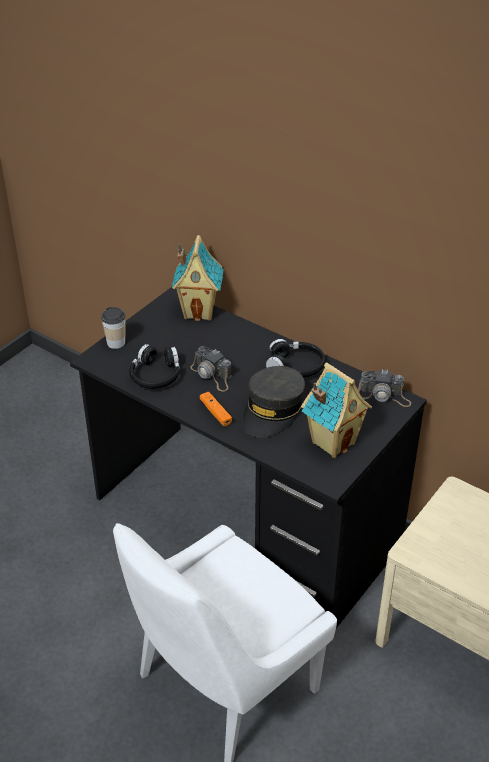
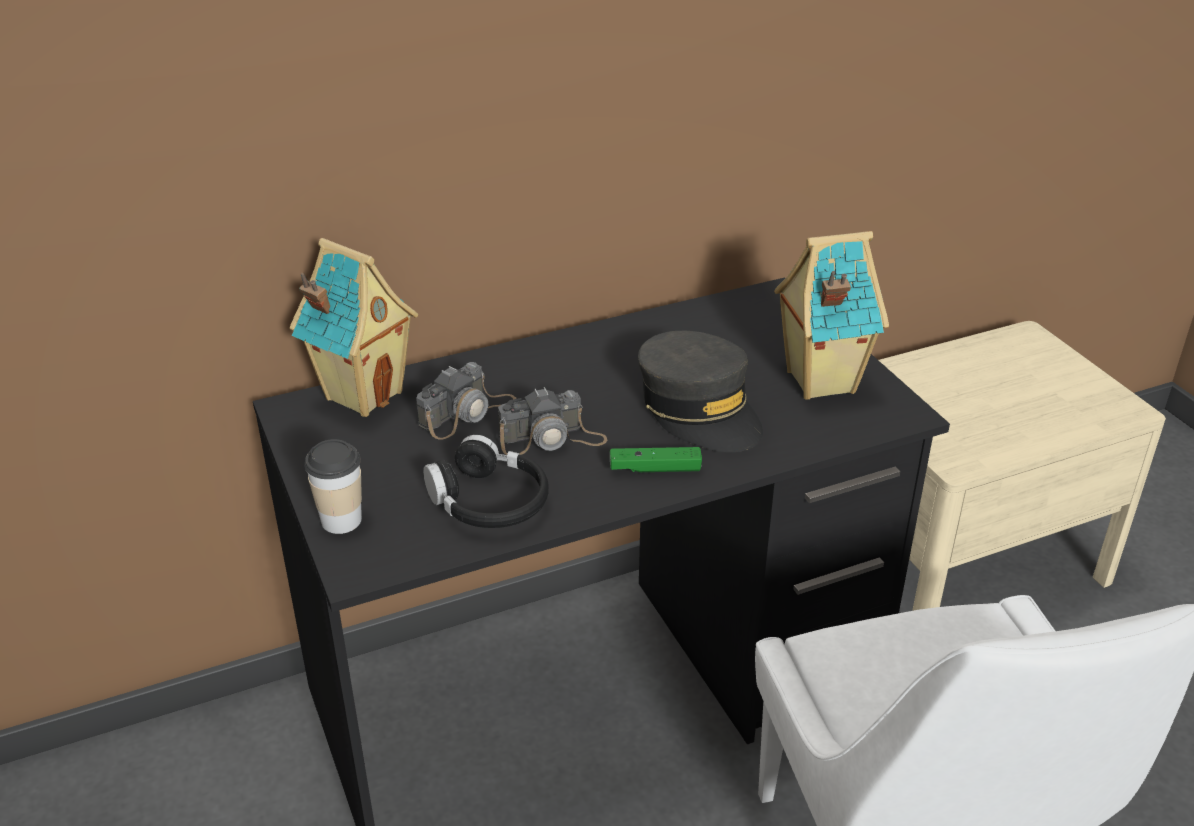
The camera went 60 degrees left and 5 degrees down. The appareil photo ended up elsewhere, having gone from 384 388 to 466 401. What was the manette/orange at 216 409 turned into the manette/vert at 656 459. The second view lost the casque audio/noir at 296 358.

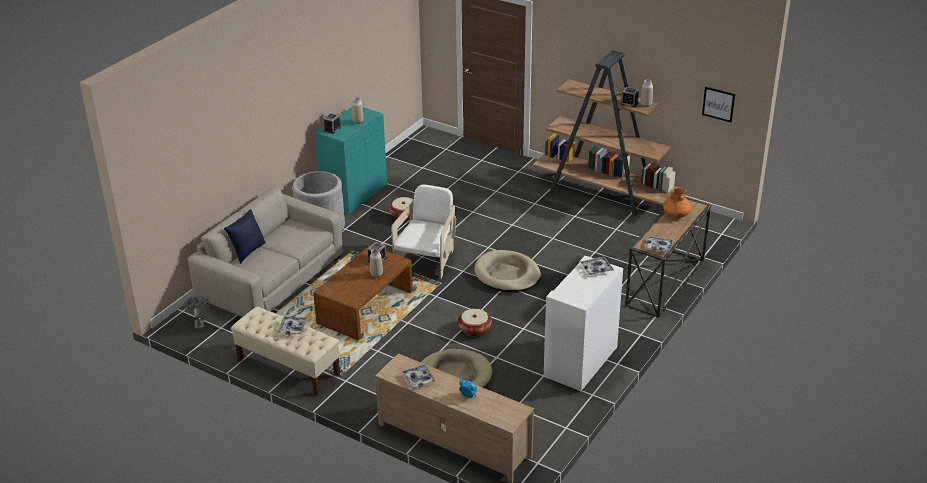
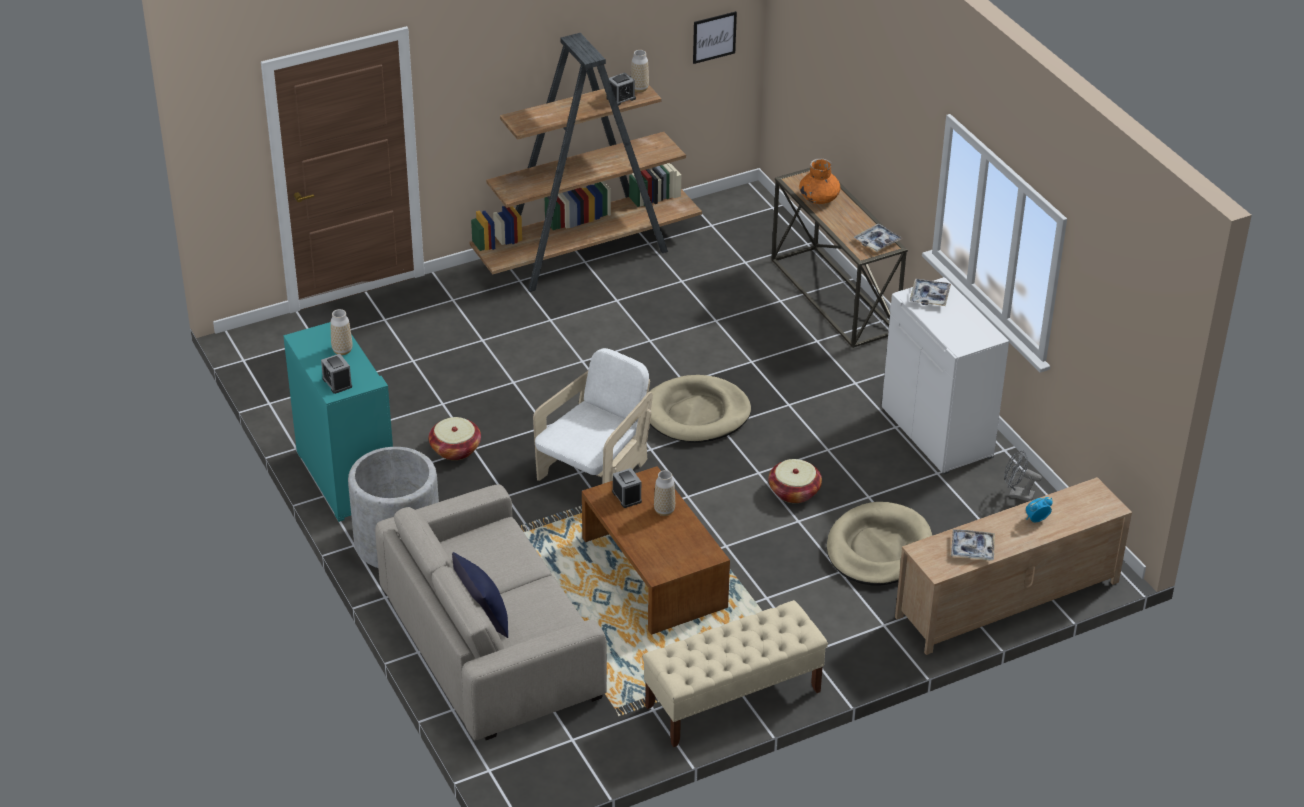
The camera went 60 degrees left and 5 degrees up. The fauteuil/blanc at 423 232 ended up facing another way, 75 degrees clockwise from before. The ventilateur/gris ended up elsewhere, having gone from 197 313 to 1023 475. The second view lost the plateau at 292 325.

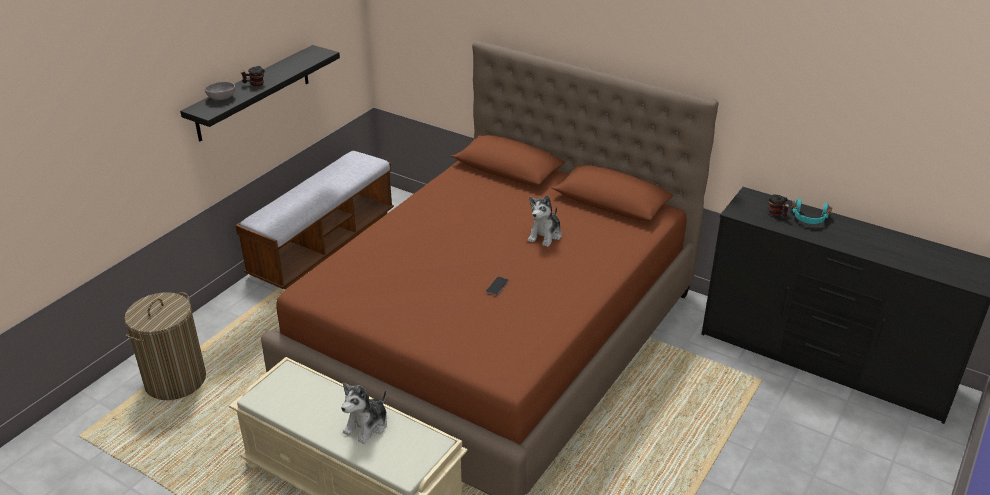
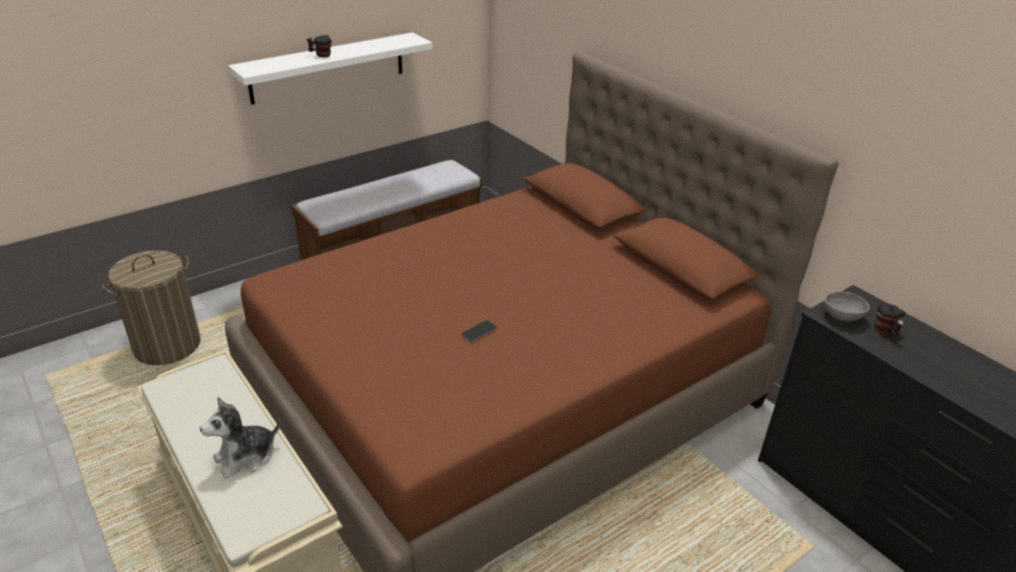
The camera went 20 degrees right and 0 degrees up. What was the étagère/noir at 260 93 turned into the étagère/blanc at 330 68. The bol/gris ended up elsewhere, having gone from 219 91 to 847 306. The second view lost the peluche at 545 221. The second view lost the casque audio/turquoise at 811 211.

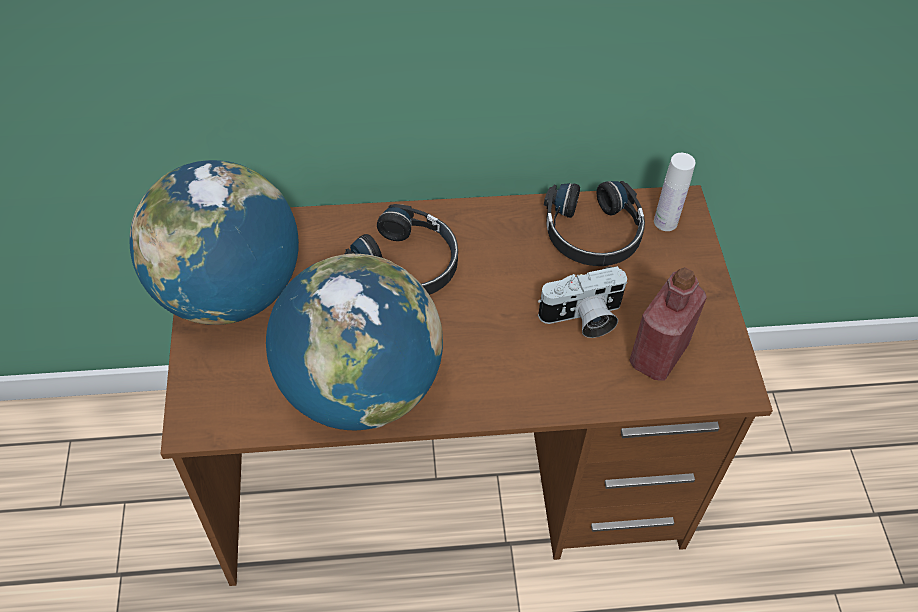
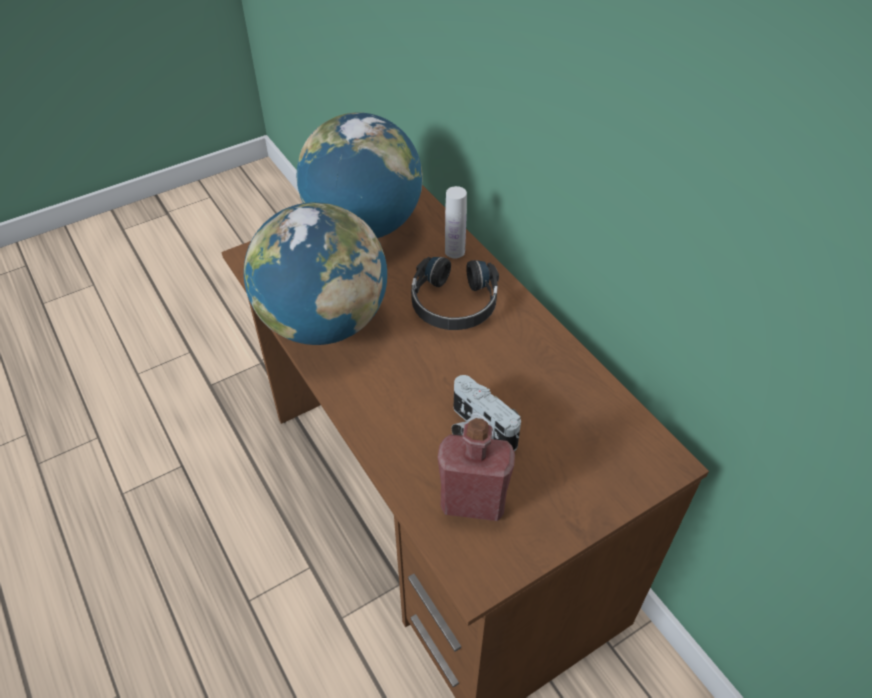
The camera went 65 degrees right and 5 degrees down. The bouteille/blanc ended up elsewhere, having gone from 675 192 to 456 222. The second view lost the casque audio/noir at 594 223.

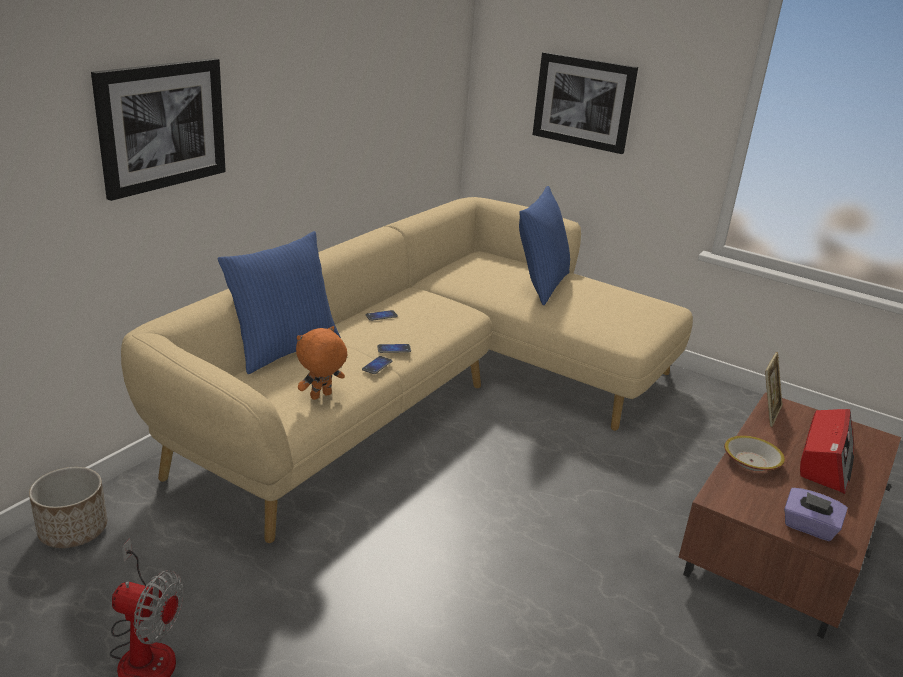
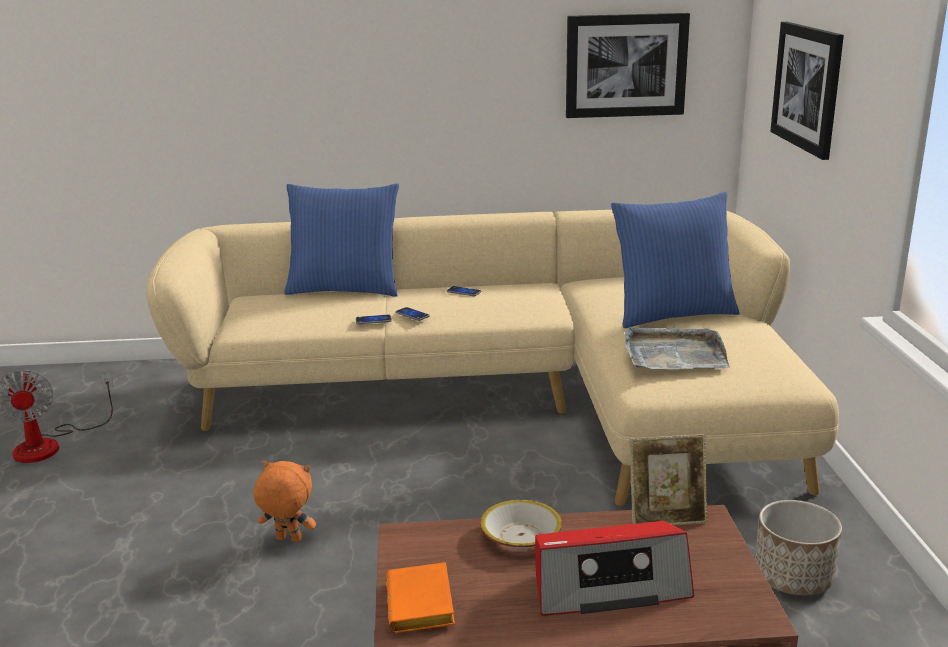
The camera went 55 degrees right and 5 degrees down. The peluche/orange ended up elsewhere, having gone from 321 363 to 284 501. Where the boîte à mouchoirs/violet stood at 816 514, the livre/orange came to stand at 420 597. The tableau ended up elsewhere, having gone from 158 129 to 628 65. The second view gained the plateau/gris at 677 348. The cache-pot ended up elsewhere, having gone from 68 507 to 798 547.

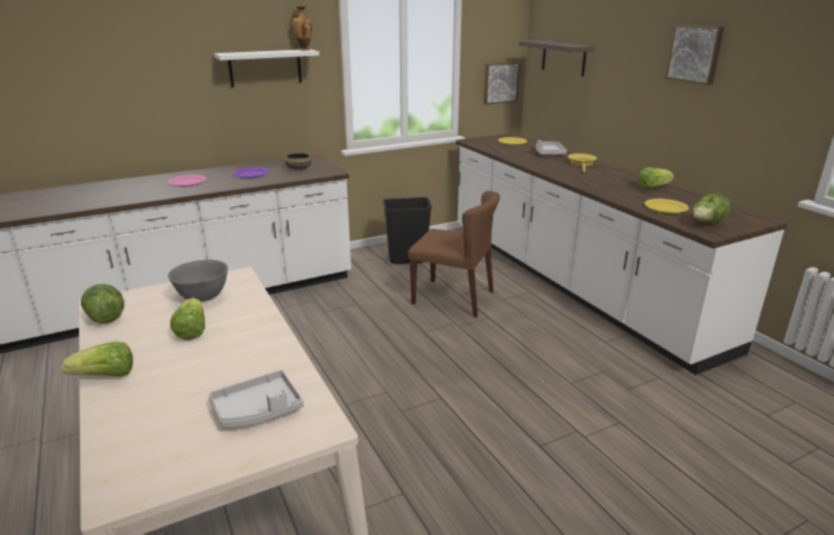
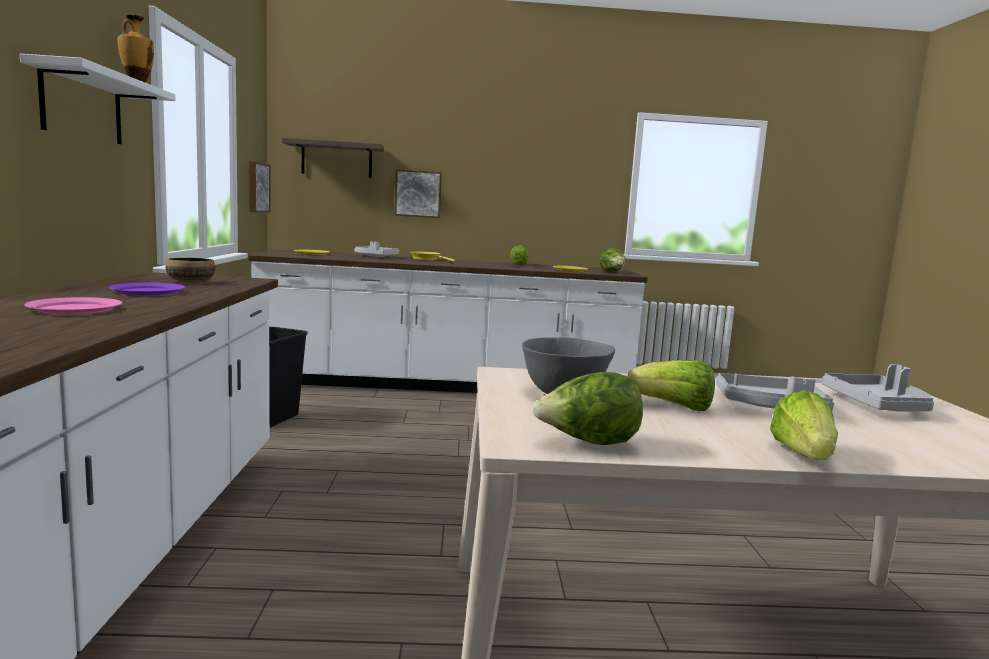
The camera went 65 degrees left and 15 degrees down. The tableau ended up elsewhere, having gone from 694 54 to 418 193. The second view gained the plateau/gris at 775 392. The second view lost the chaise/marron at 454 254.

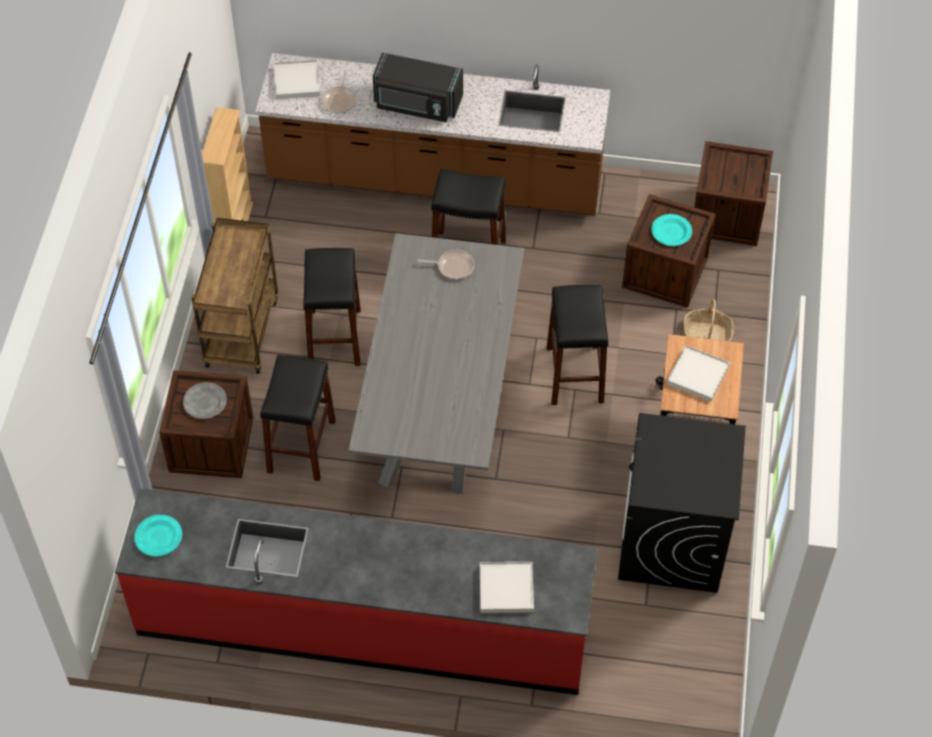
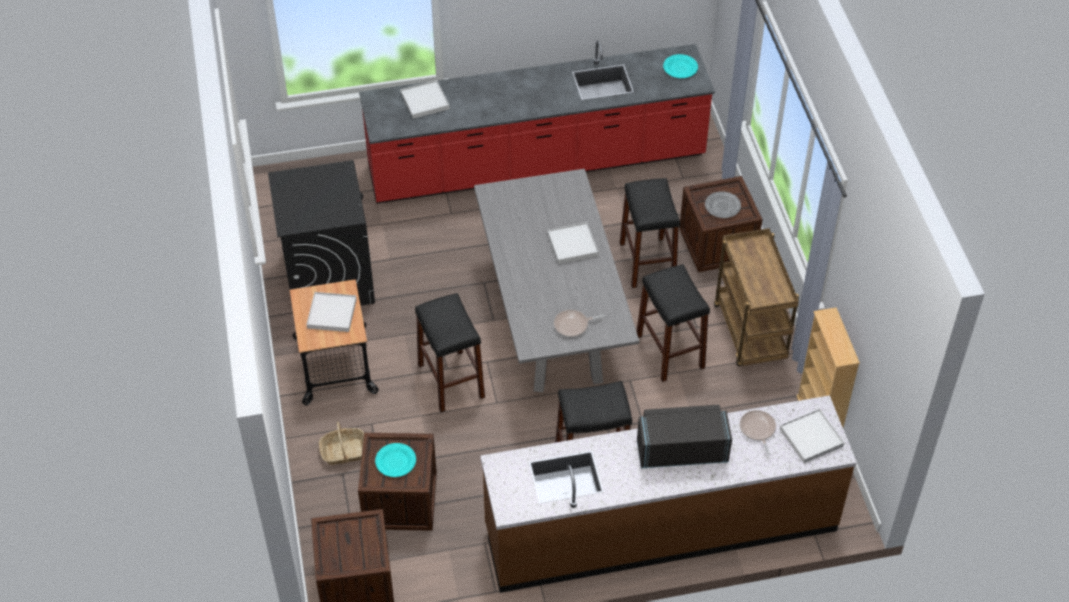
The camera went 160 degrees right and 5 degrees down. The second view gained the plateau/blanc at 573 243.

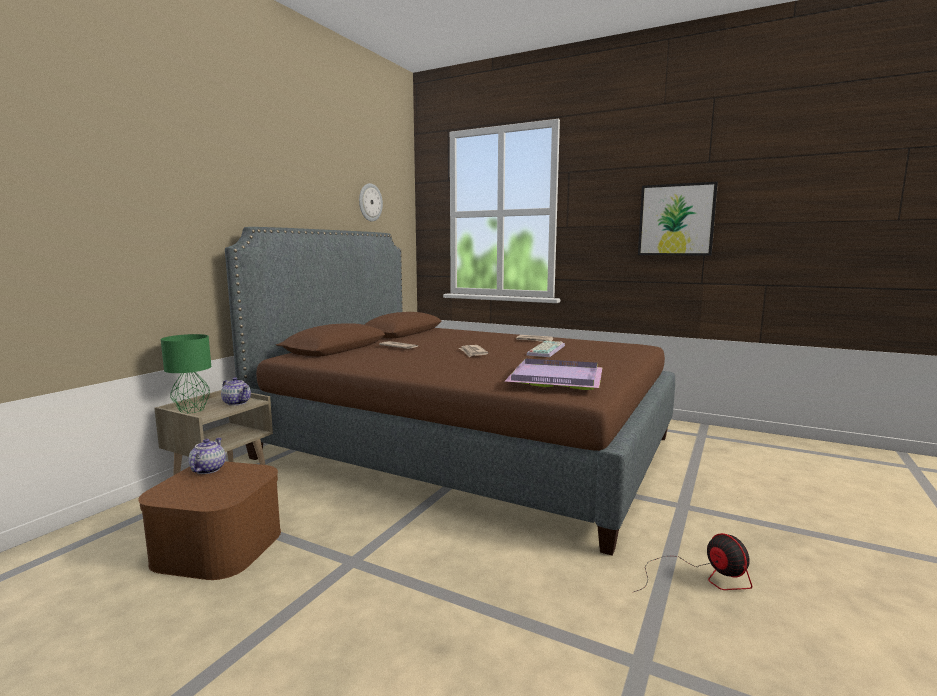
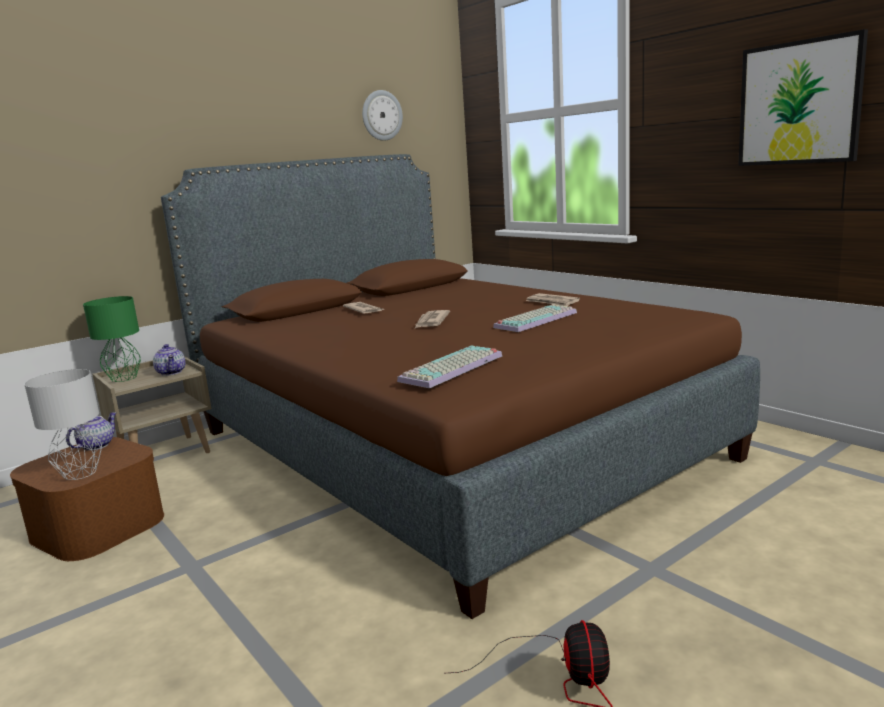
The camera went 25 degrees right and 5 degrees up. The second view gained the lampe de table/gris at 63 424. Where the plateau/violet stood at 554 374, the clavier came to stand at 449 366.

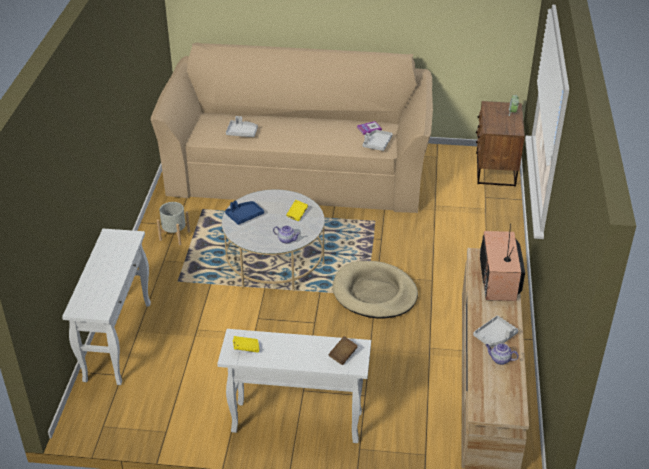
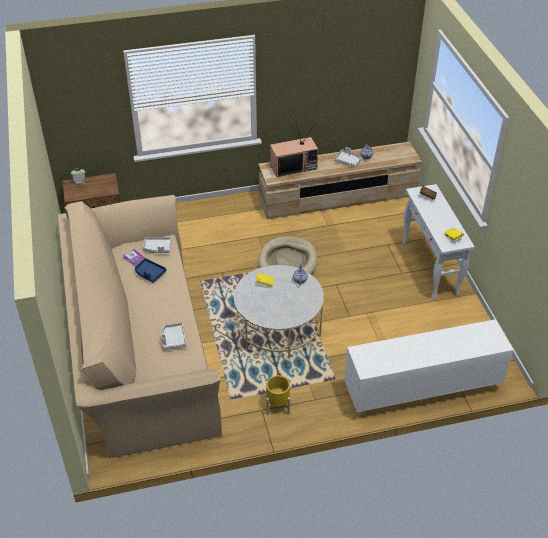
The camera went 110 degrees left and 5 degrees up. The plateau/bleu ended up elsewhere, having gone from 244 213 to 151 270. What was the cache-pot/gris at 173 223 turned into the cache-pot/jaune at 278 395. Where the table console/blanc stood at 106 307, the meuble de rangement/blanc came to stand at 428 368.

